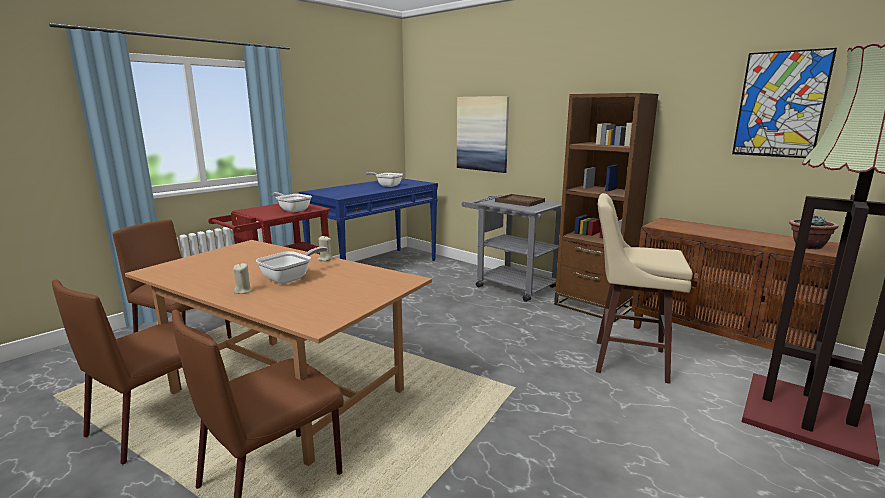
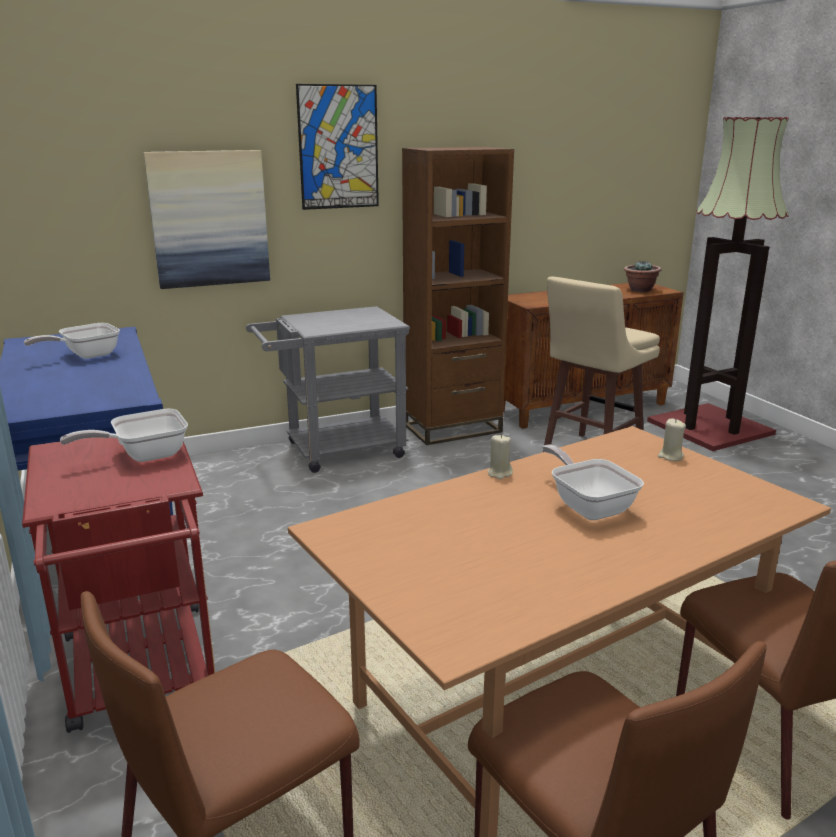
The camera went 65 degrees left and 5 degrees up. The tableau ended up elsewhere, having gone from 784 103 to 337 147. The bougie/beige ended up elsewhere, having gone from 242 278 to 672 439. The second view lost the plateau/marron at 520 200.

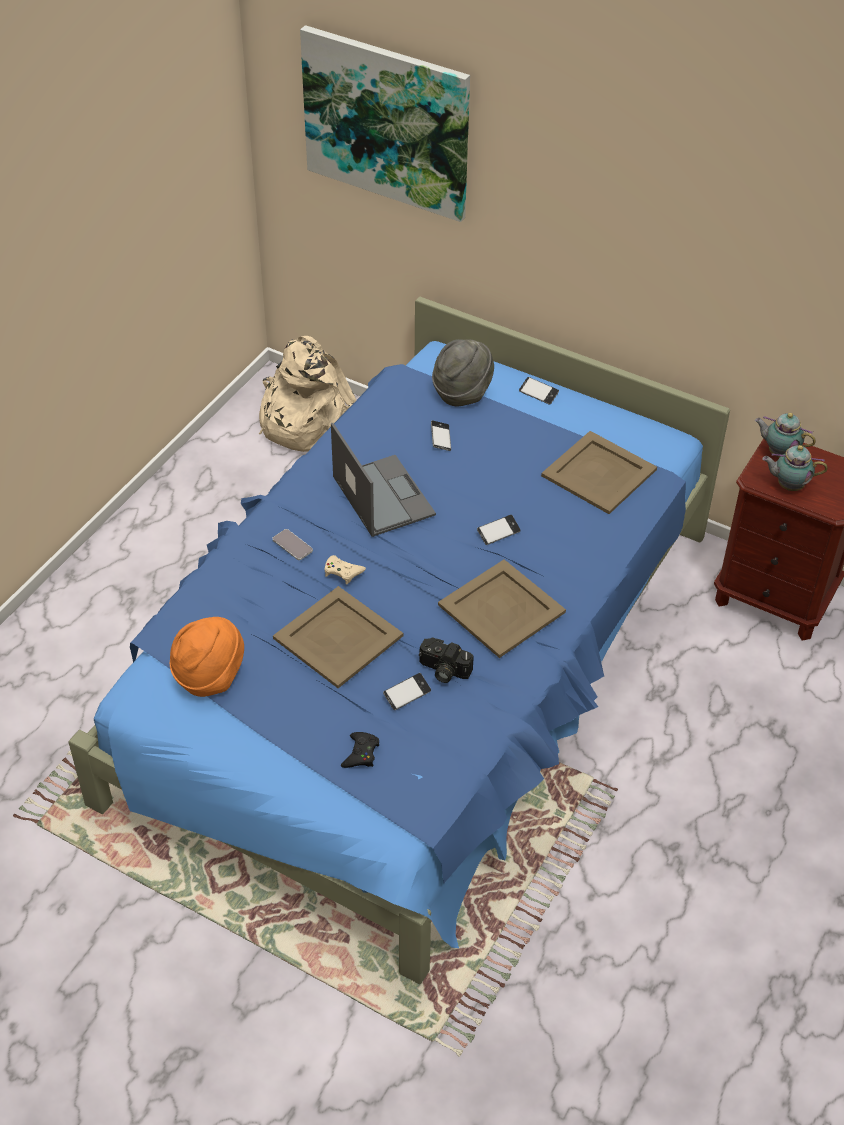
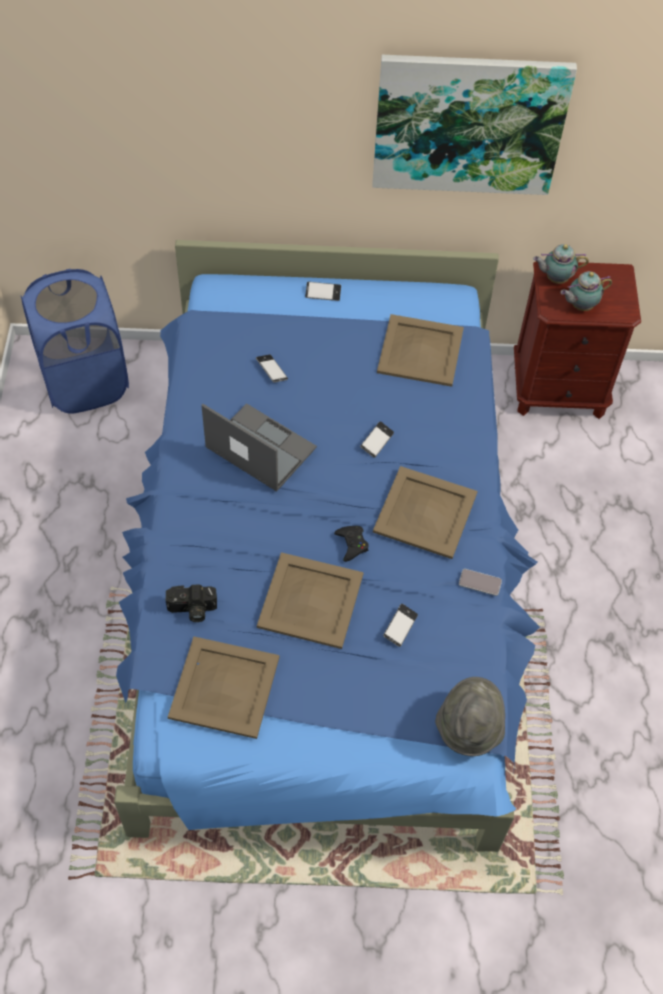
The camera went 30 degrees left and 10 degrees up. Where the sac à dos/beige stood at 307 394, the panier à linge/bleu came to stand at 75 341. The appareil photo ended up elsewhere, having gone from 446 660 to 191 603. Where the chapeau/orange stood at 207 657, the plateau/beige came to stand at 224 687. The manette/noir ended up elsewhere, having gone from 360 750 to 351 544. The tableau ended up elsewhere, having gone from 385 123 to 475 125. The chapeau/gris ended up elsewhere, having gone from 463 372 to 470 716. The téléphone ended up elsewhere, having gone from 293 544 to 480 582. The second view lost the manette/beige at 345 570.

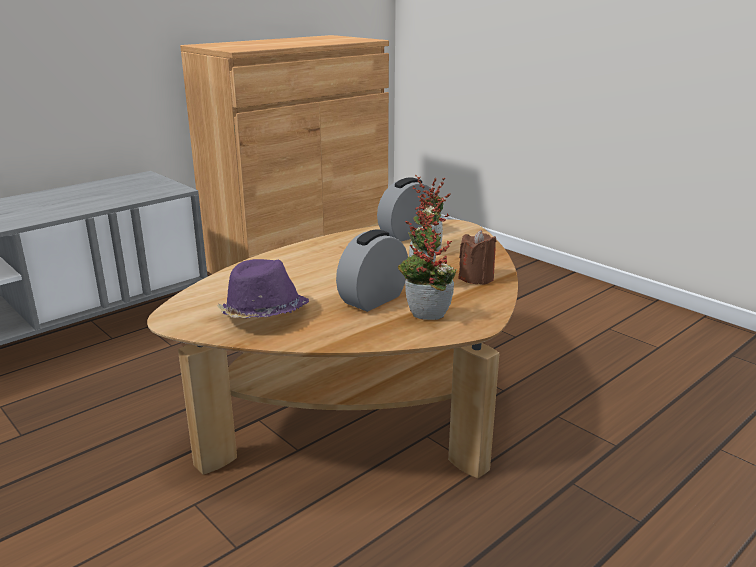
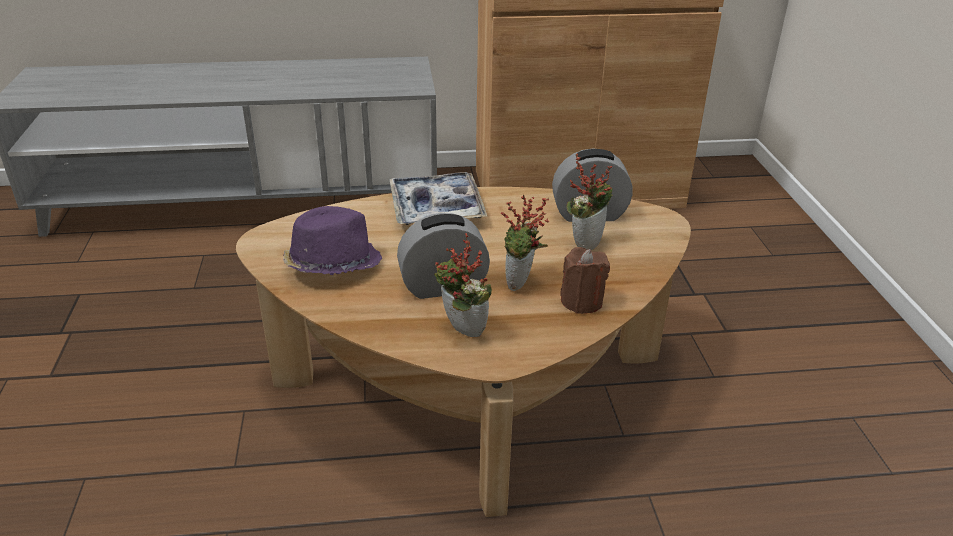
The camera went 35 degrees right and 10 degrees up. The second view gained the plateau at 438 198.

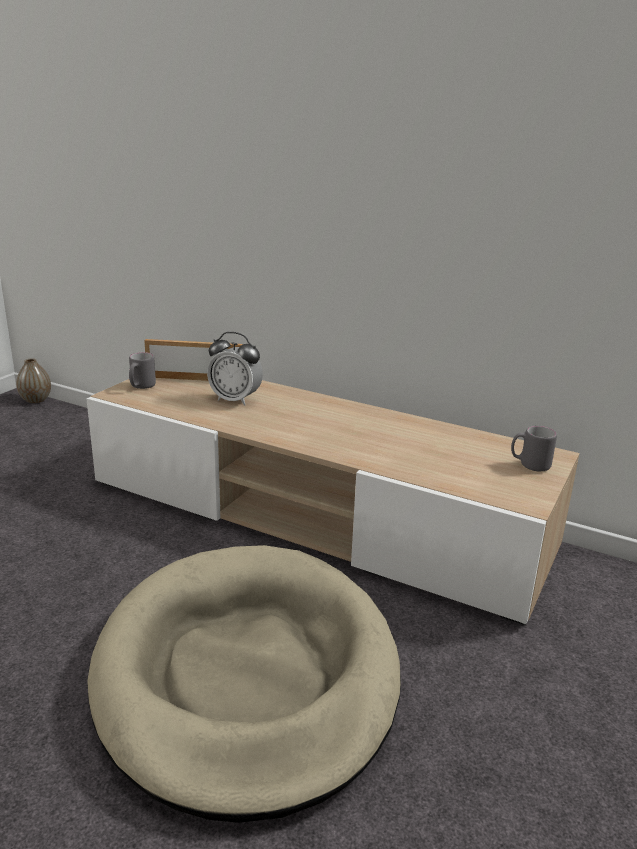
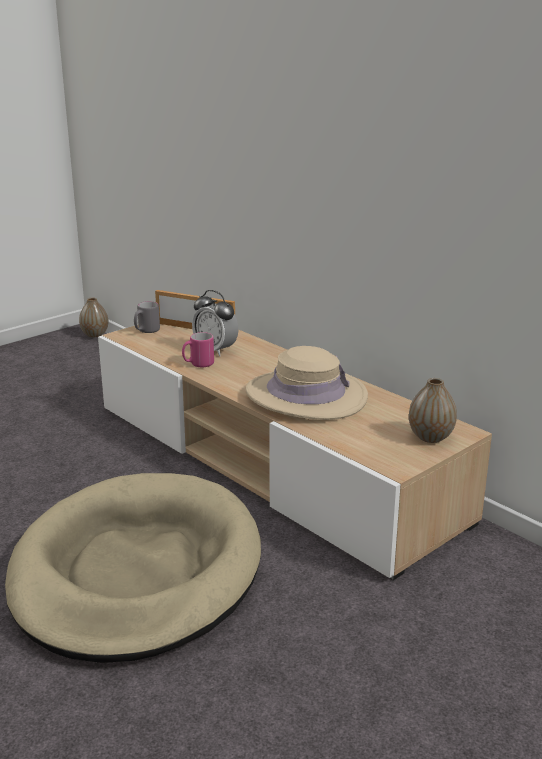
The camera went 20 degrees right and 0 degrees up. The second view gained the mug/rose at 198 349. The second view gained the chapeau/beige at 307 383. Where the mug/gris stood at 534 448, the vase came to stand at 433 410.

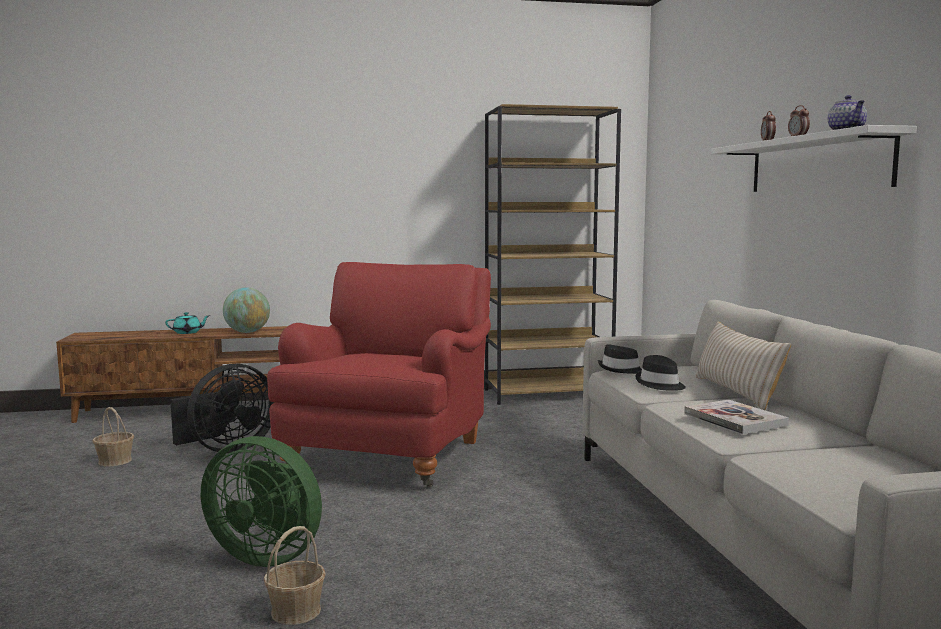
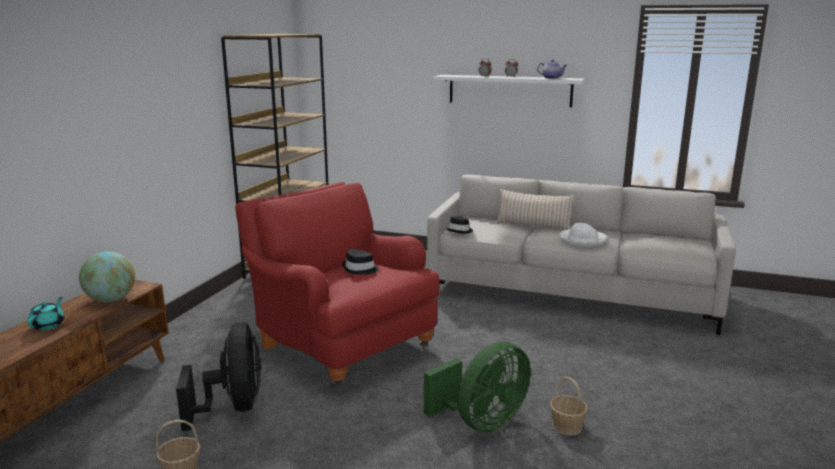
The camera went 60 degrees left and 10 degrees up. The chapeau/noir ended up elsewhere, having gone from 660 373 to 361 262. Where the livre stood at 736 417, the chapeau/blanc came to stand at 583 235.

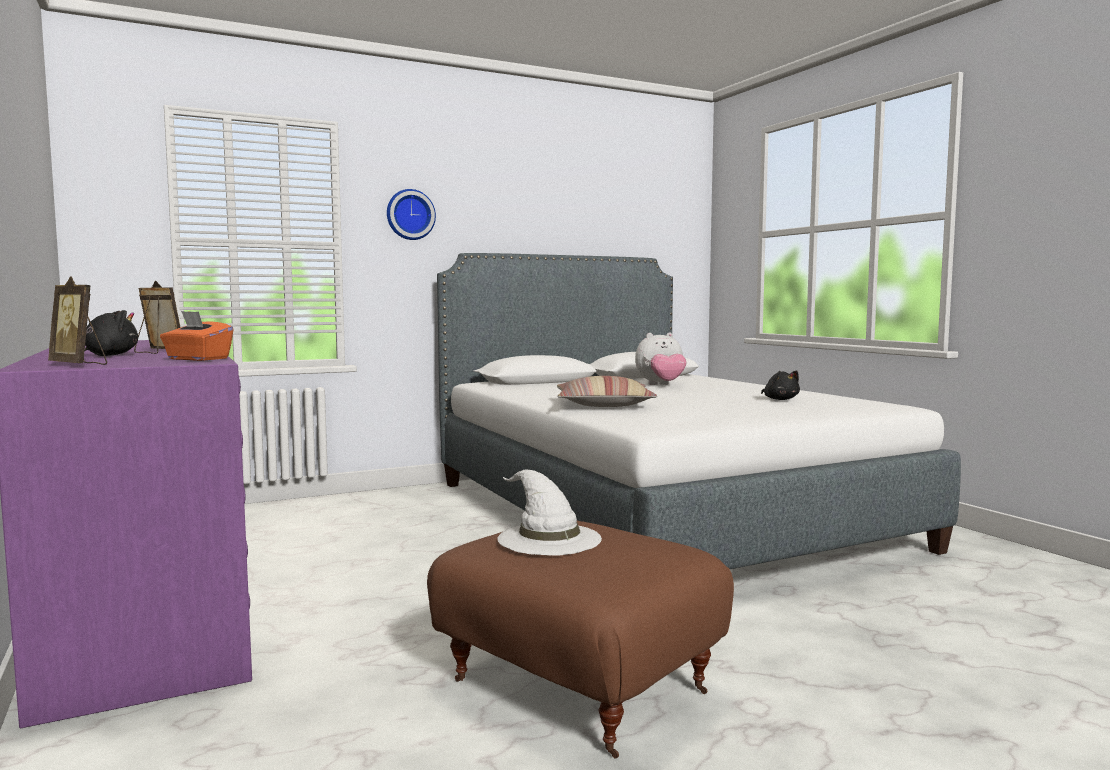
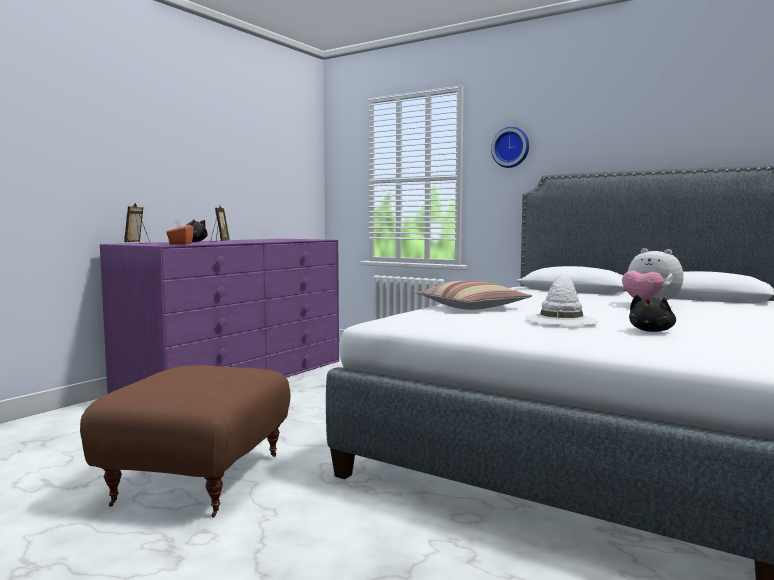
The camera went 60 degrees right and 0 degrees up. The chapeau/blanc ended up elsewhere, having gone from 549 512 to 562 300.

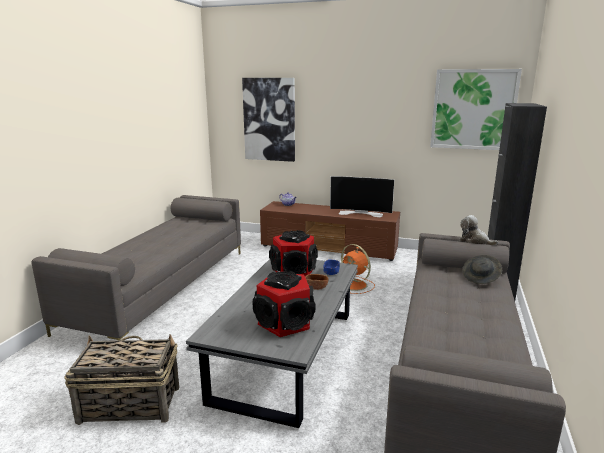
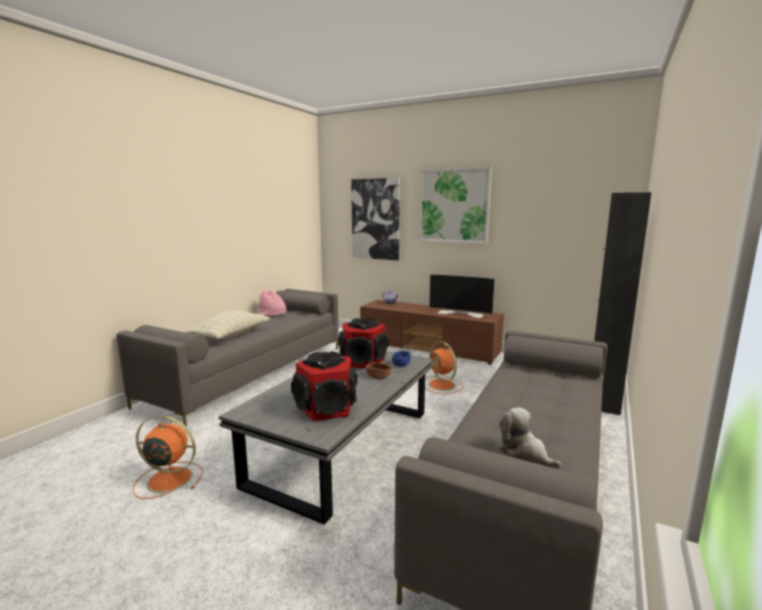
The camera went 10 degrees right and 5 degrees down. Where the panier stood at 121 379, the ventilateur/orange came to stand at 168 457. The second view gained the coussin at 228 325. The second view gained the chapeau/rose at 272 302. The tableau ended up elsewhere, having gone from 476 109 to 455 205. The peluche ended up elsewhere, having gone from 478 230 to 530 438. The second view lost the chapeau/gris at 482 269.

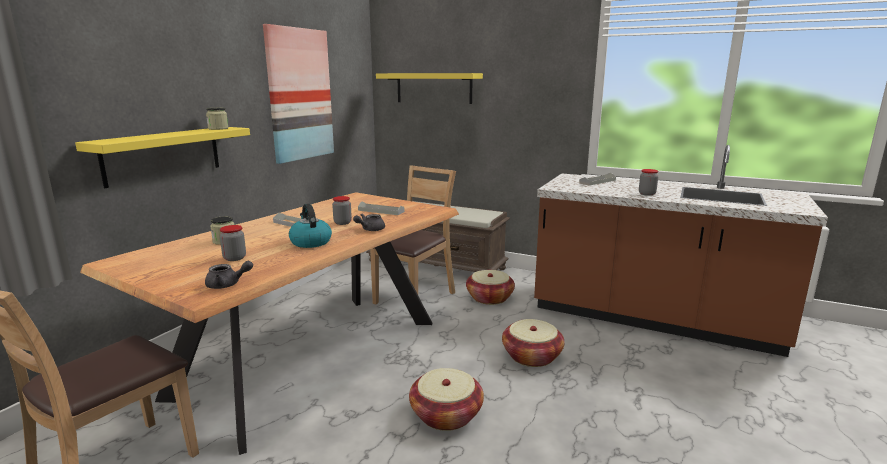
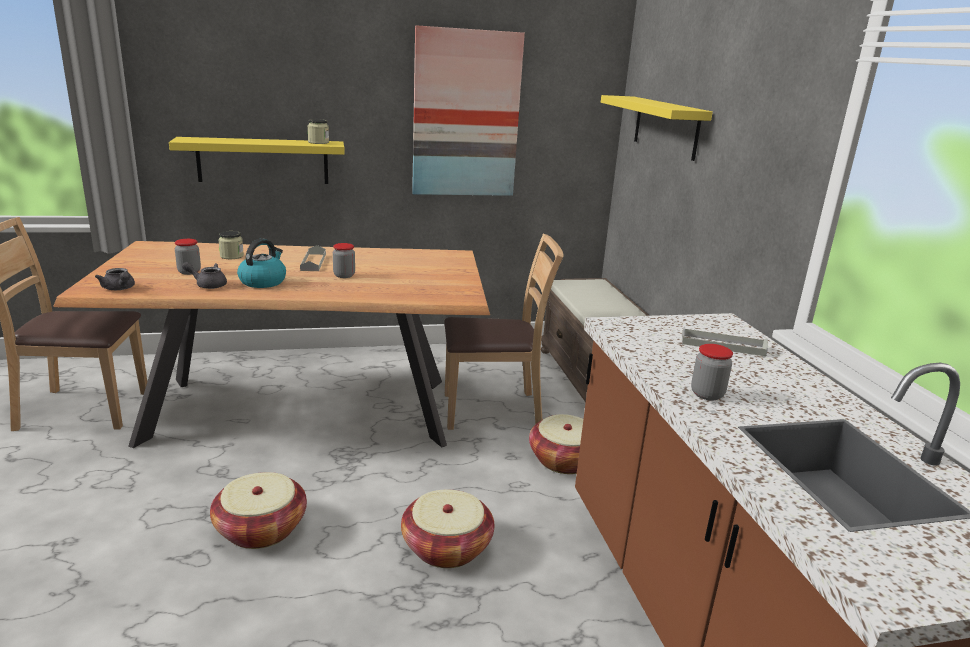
The camera went 50 degrees right and 5 degrees up. The théière/gris ended up elsewhere, having gone from 369 222 to 204 275. The second view lost the plateau/gris at 381 208.

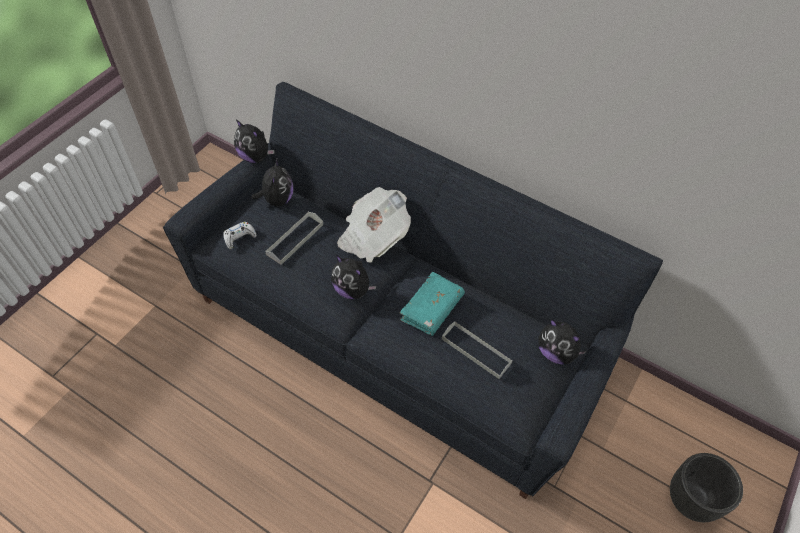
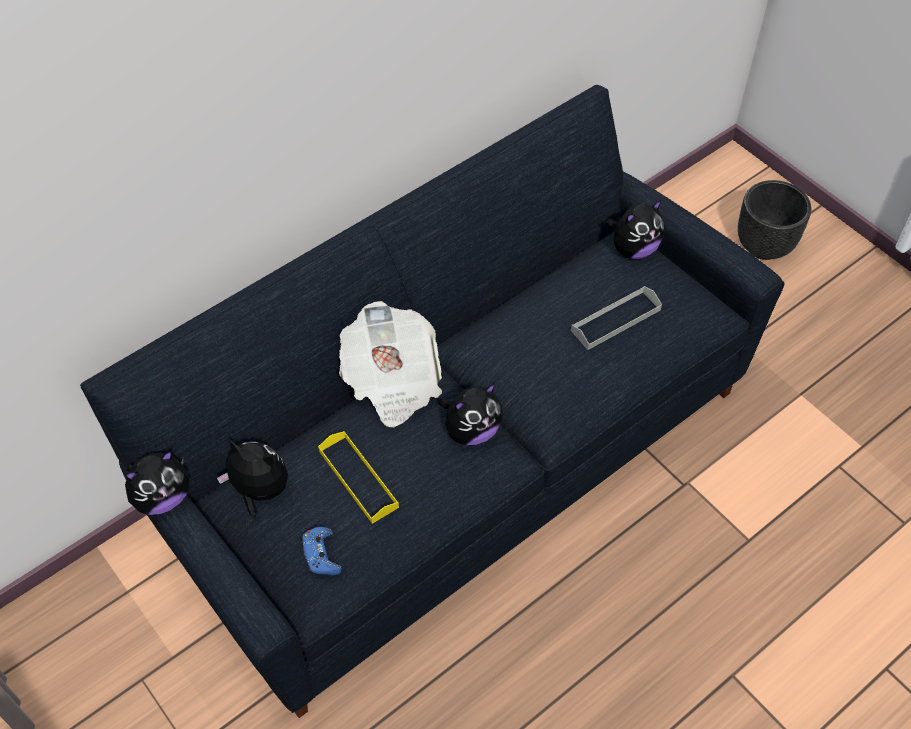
The camera went 70 degrees left and 0 degrees up. What was the manette/blanc at 240 235 turned into the manette/bleu at 321 551. What was the plateau/gris at 294 238 turned into the plateau/jaune at 358 477. The second view lost the livre/turquoise at 432 304.

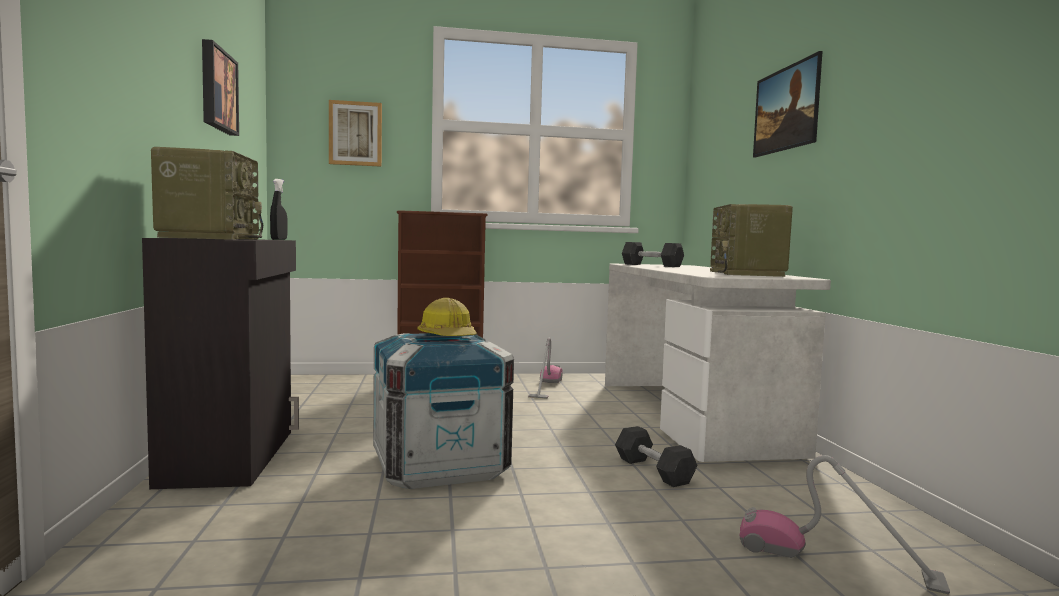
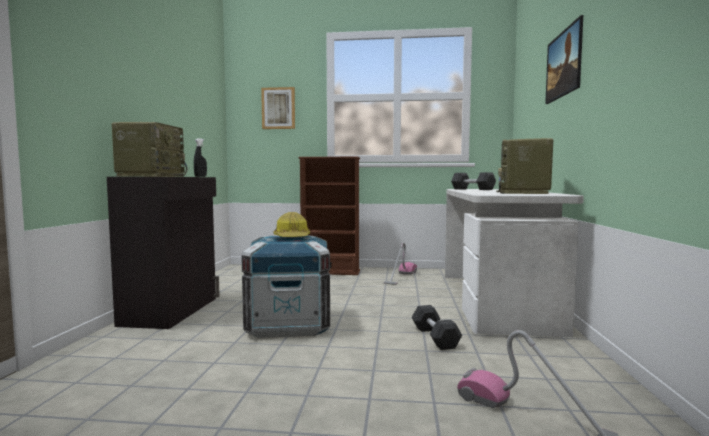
The camera went 15 degrees right and 0 degrees up. The second view lost the tableau at 220 87.

